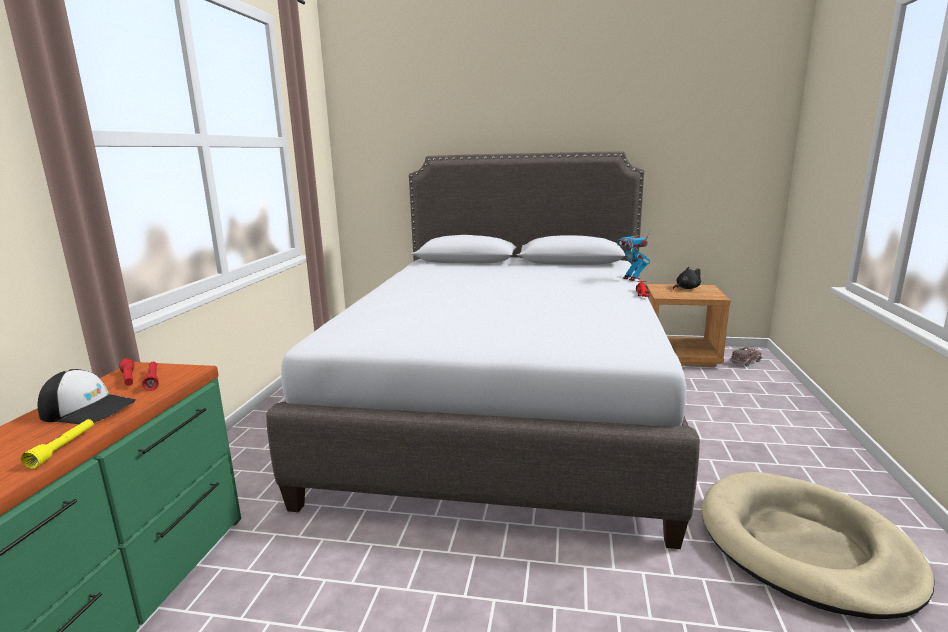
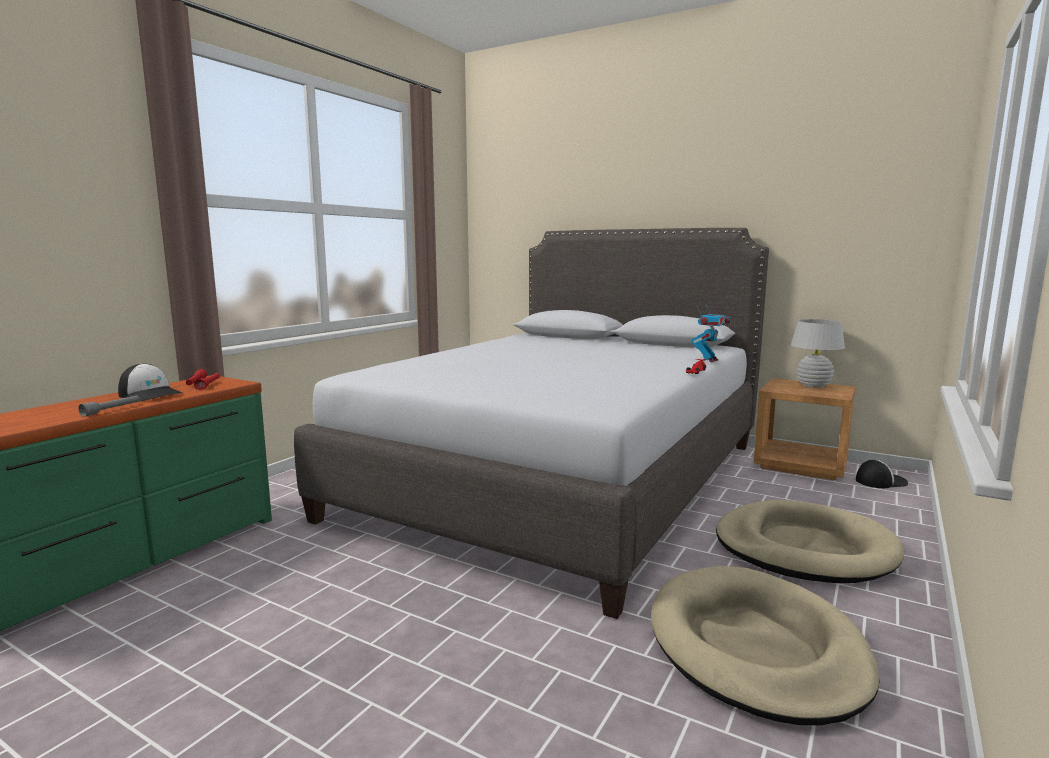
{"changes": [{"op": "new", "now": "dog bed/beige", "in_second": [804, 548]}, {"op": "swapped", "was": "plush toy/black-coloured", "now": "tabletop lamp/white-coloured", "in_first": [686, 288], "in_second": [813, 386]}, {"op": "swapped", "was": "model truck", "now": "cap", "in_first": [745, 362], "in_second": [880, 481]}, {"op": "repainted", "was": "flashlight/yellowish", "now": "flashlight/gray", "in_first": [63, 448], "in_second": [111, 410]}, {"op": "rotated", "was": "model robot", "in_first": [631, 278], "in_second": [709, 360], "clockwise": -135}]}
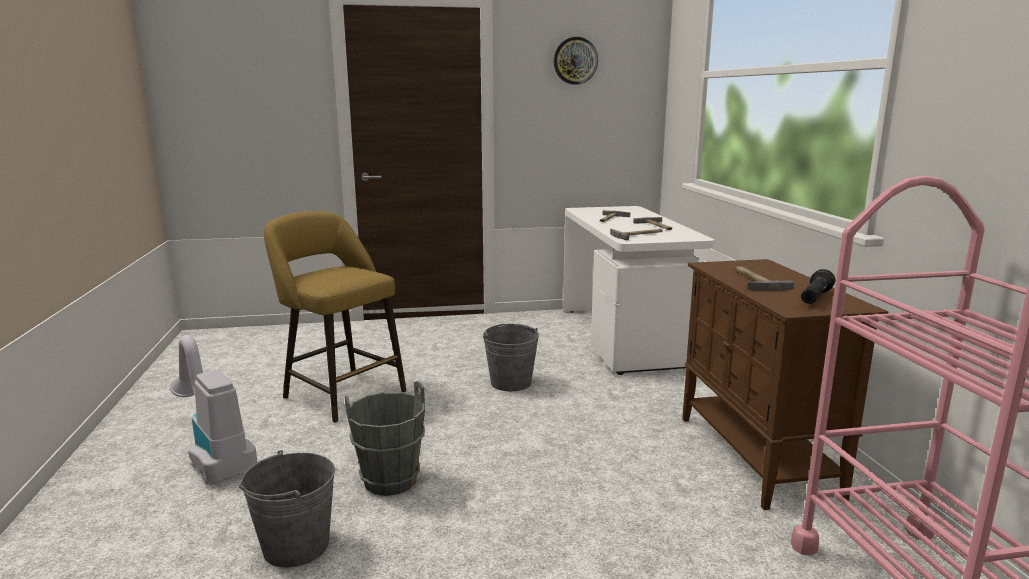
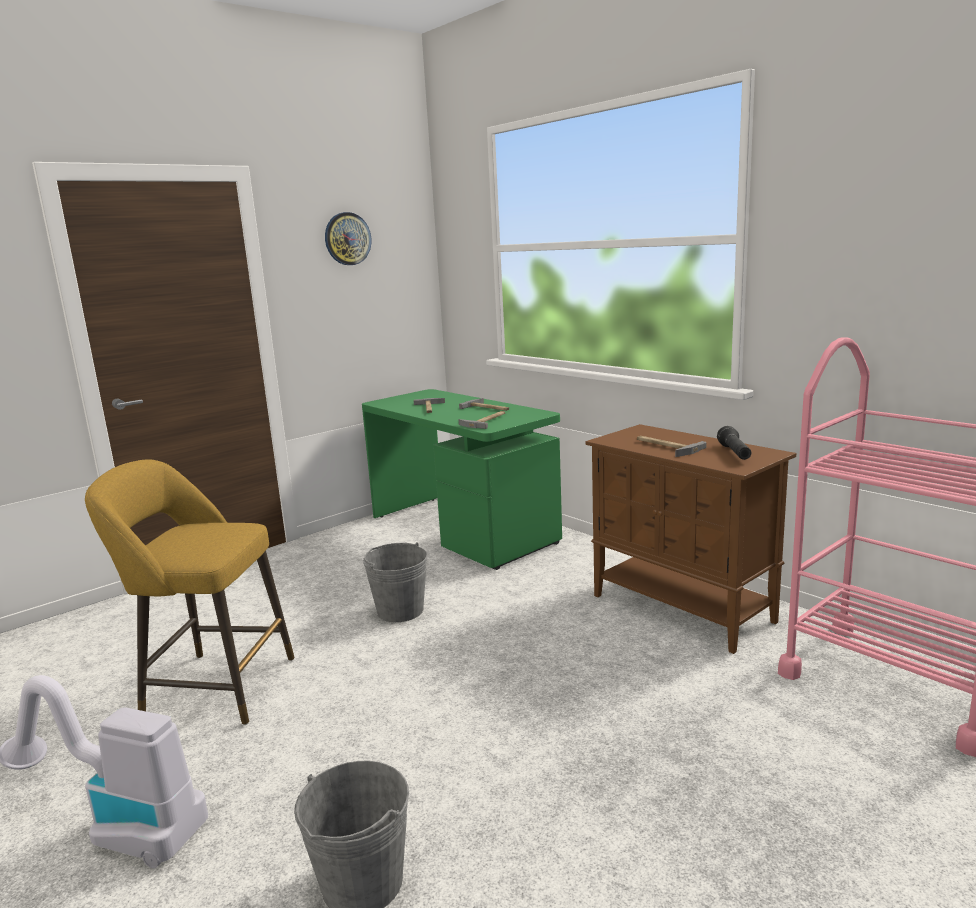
{"changes": [{"op": "gone", "was": "water bucket/gray", "in_first": [390, 481]}, {"op": "repainted", "was": "desk table/white-coloured", "now": "desk table/green", "in_first": [626, 337], "in_second": [463, 530]}]}
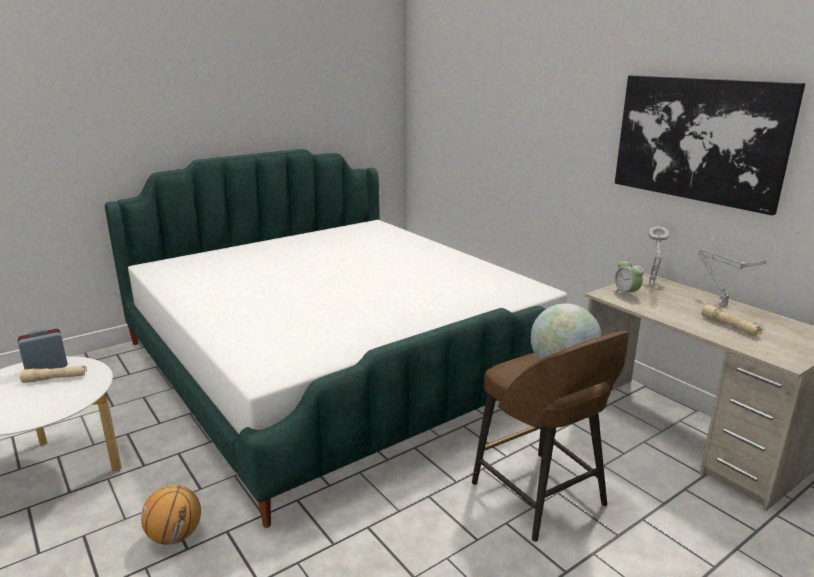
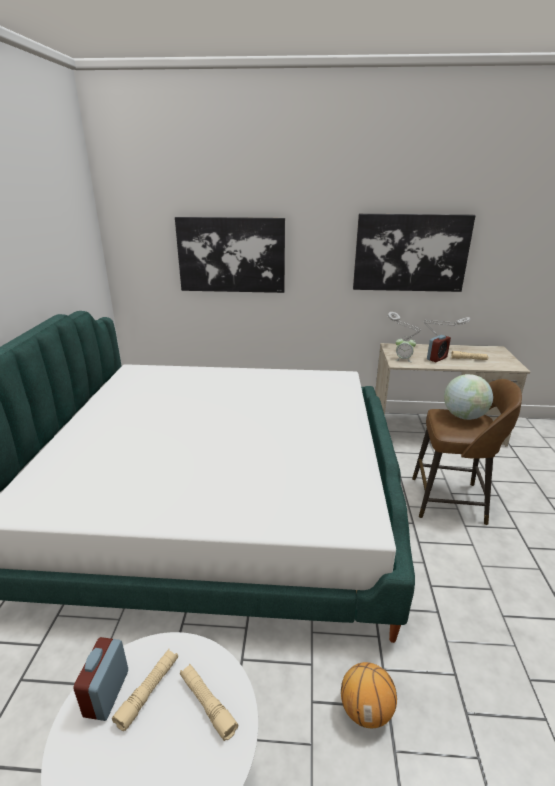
{"changes": [{"op": "new", "now": "picture", "in_second": [231, 255]}, {"op": "new", "now": "flashlight/beige", "in_second": [207, 704]}, {"op": "new", "now": "alarm clock", "in_second": [436, 358]}]}
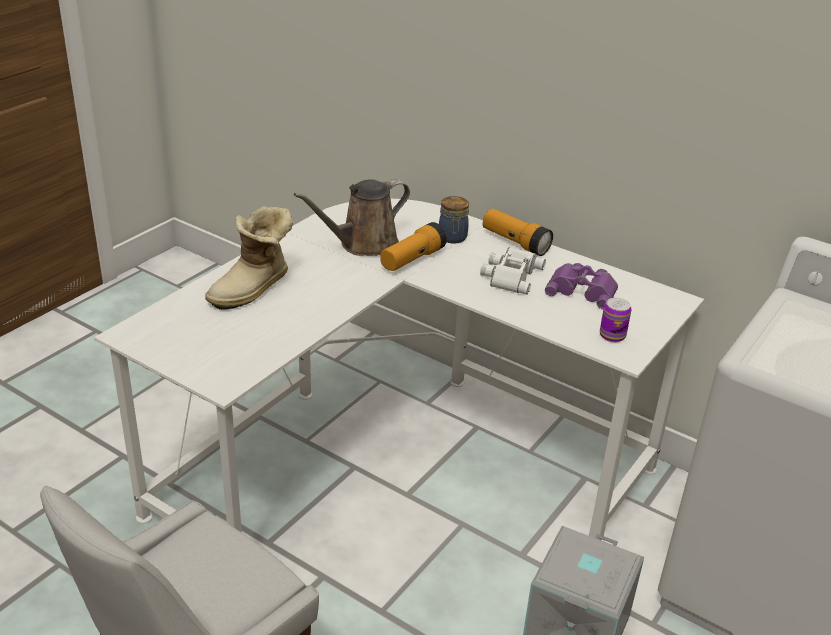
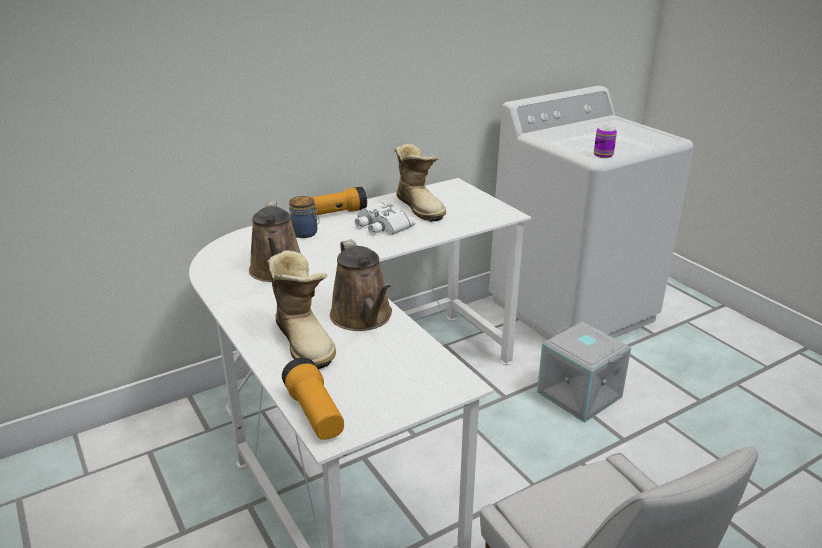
{"changes": [{"op": "new", "now": "sprinkling can/brownish", "in_second": [363, 317]}, {"op": "shifted", "was": "flashlight", "in_first": [412, 260], "in_second": [314, 413]}, {"op": "shifted", "was": "can", "in_first": [612, 335], "in_second": [603, 155]}, {"op": "swapped", "was": "binoculars/purple-coloured", "now": "tall boot", "in_first": [582, 290], "in_second": [421, 207]}]}
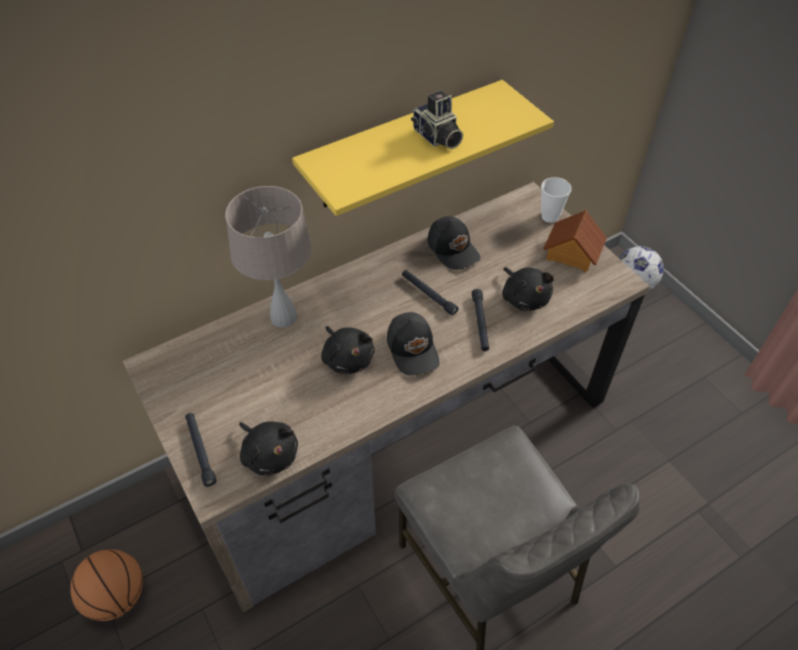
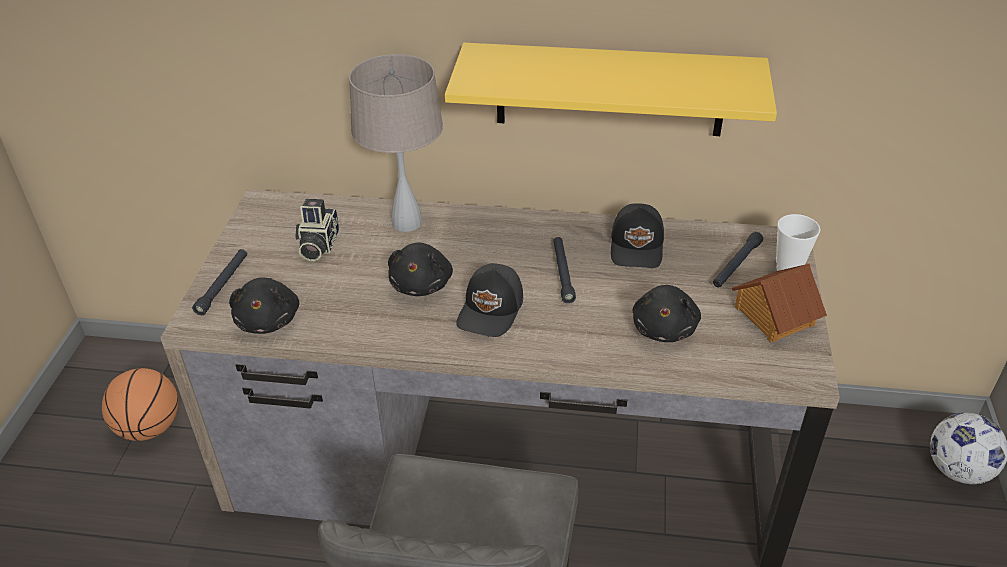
{"changes": [{"op": "shifted", "was": "photo camera", "in_first": [437, 137], "in_second": [317, 245]}, {"op": "shifted", "was": "flashlight/black-coloured", "in_first": [480, 323], "in_second": [736, 265]}]}
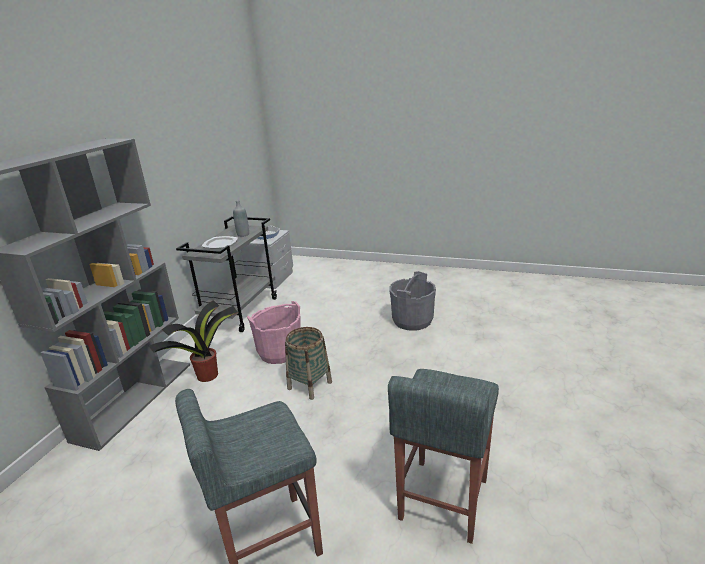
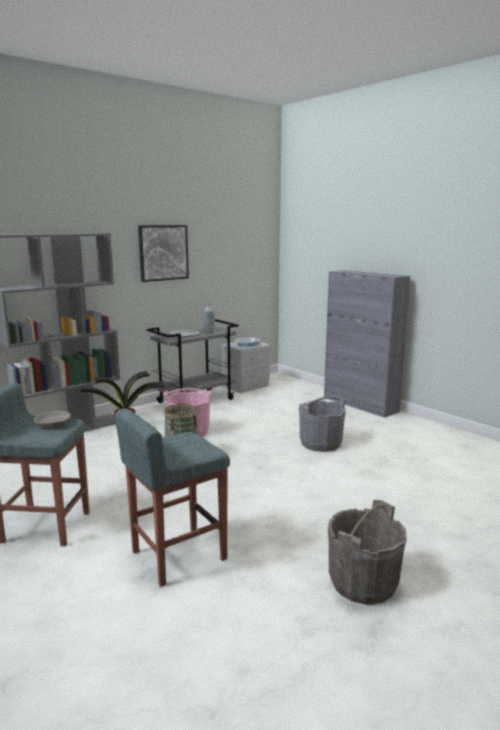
{"changes": [{"op": "new", "now": "serving bowl/gray", "in_second": [53, 424]}, {"op": "new", "now": "picture", "in_second": [163, 252]}, {"op": "new", "now": "cupboard/gray", "in_second": [360, 404]}, {"op": "new", "now": "water bucket/gray", "in_second": [363, 583]}]}
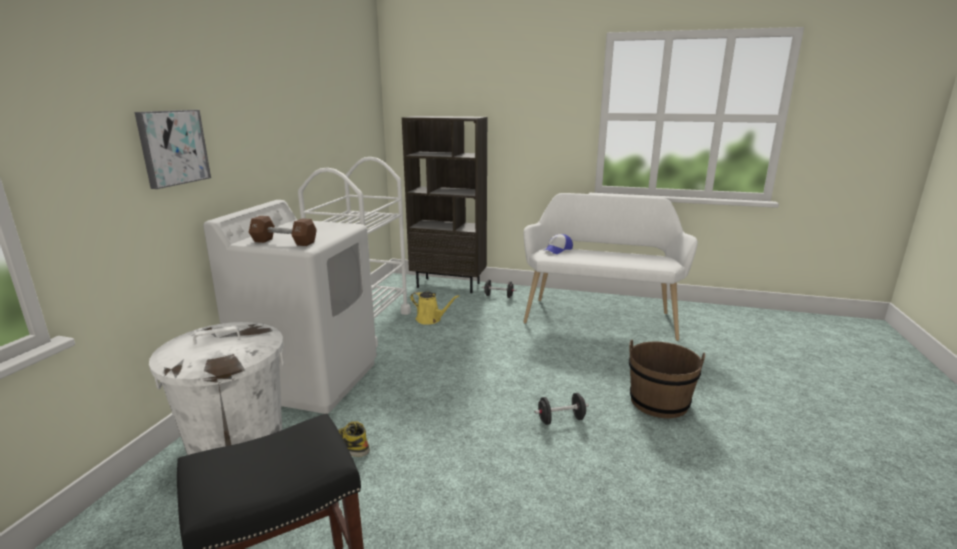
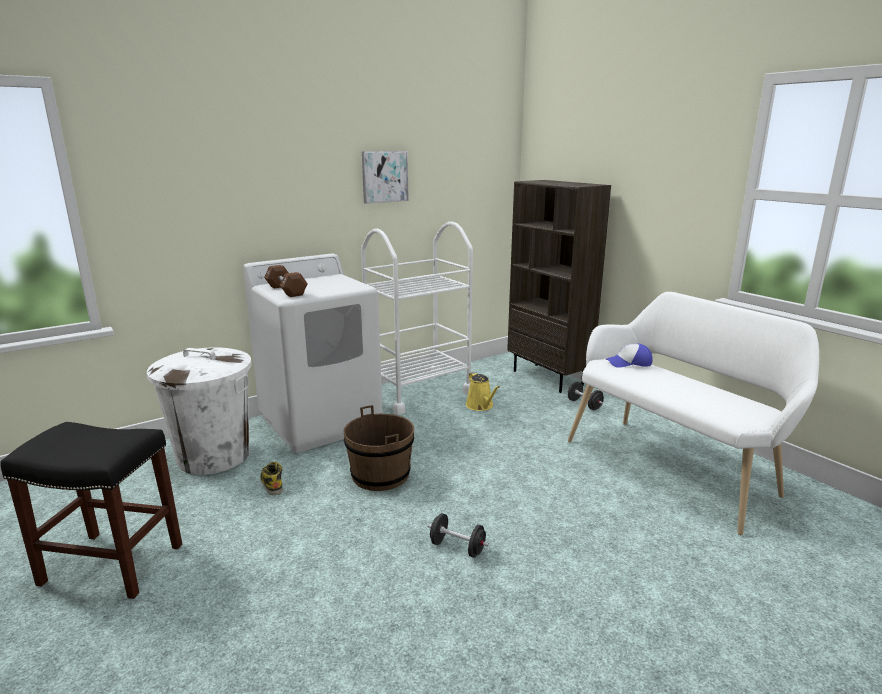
{"changes": [{"op": "shifted", "was": "picture", "in_first": [172, 147], "in_second": [384, 176]}, {"op": "shifted", "was": "water bucket/brownish", "in_first": [659, 402], "in_second": [380, 475]}]}
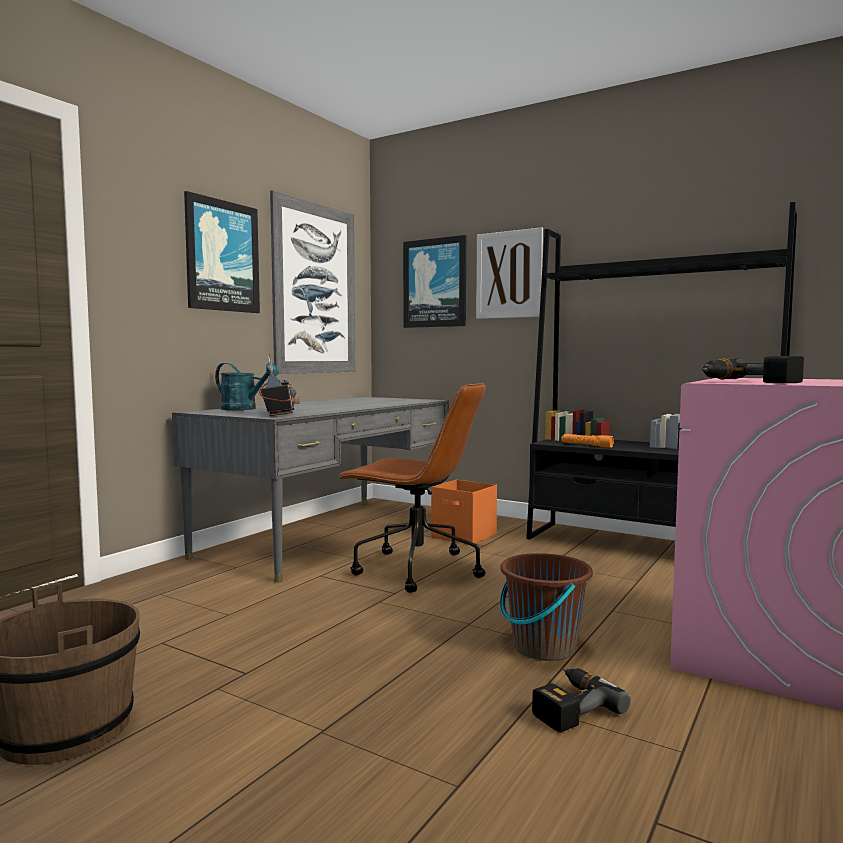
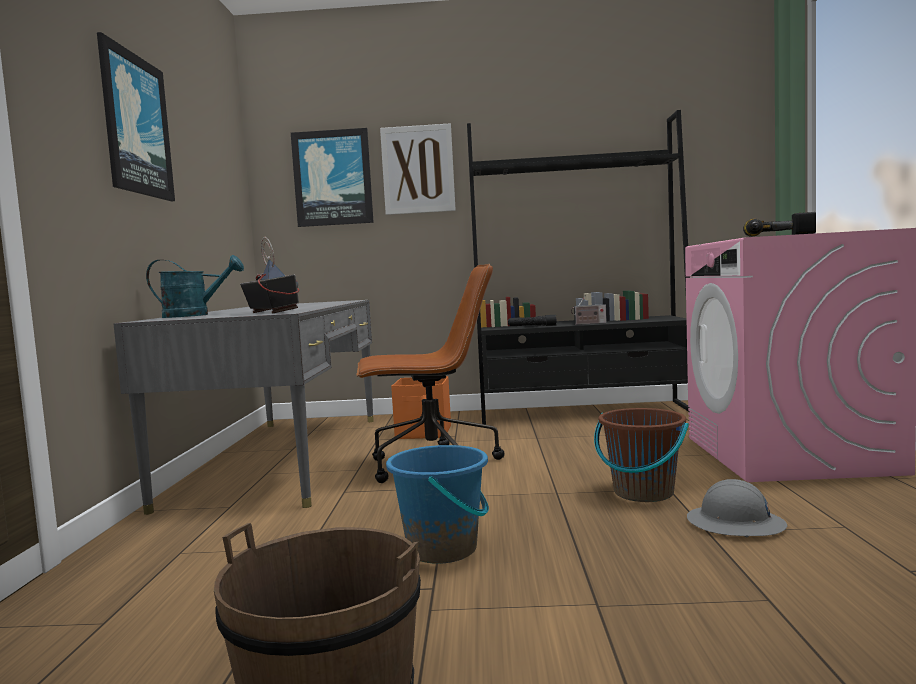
{"changes": [{"op": "gone", "was": "picture", "in_first": [315, 289]}, {"op": "new", "now": "water bucket/blue", "in_second": [443, 549]}, {"op": "new", "now": "radio receiver", "in_second": [588, 324]}, {"op": "swapped", "was": "drill", "now": "safety helmet/gray", "in_first": [570, 707], "in_second": [735, 524]}, {"op": "repainted", "was": "flashlight/orange", "now": "flashlight/black-coloured", "in_first": [586, 445], "in_second": [532, 326]}]}
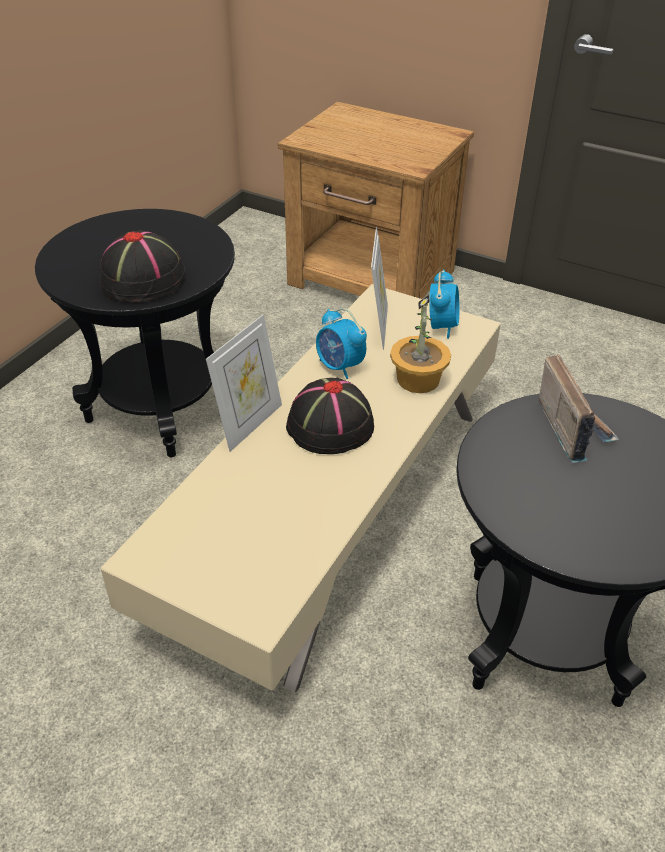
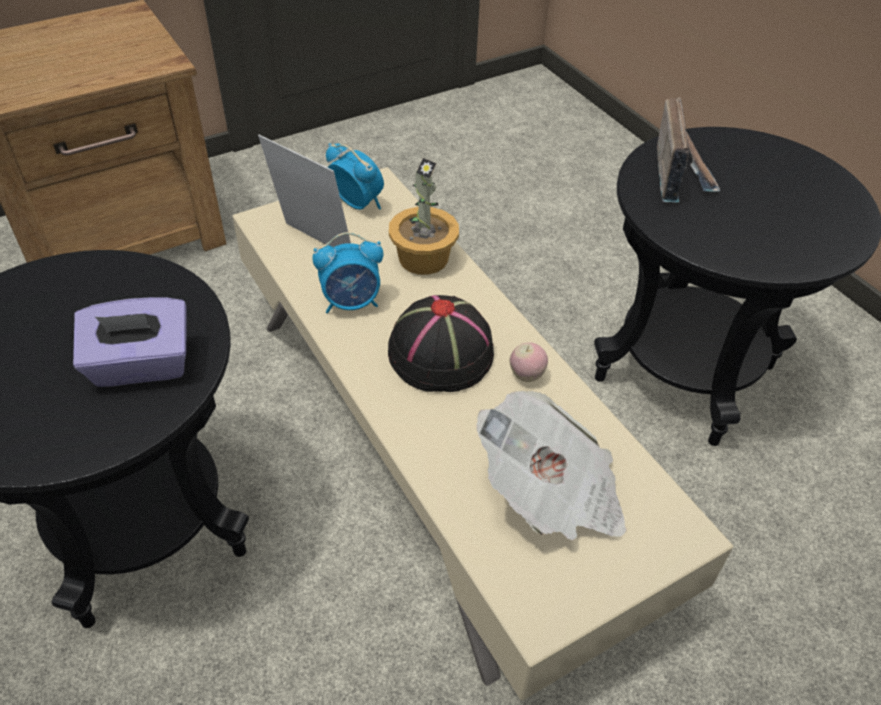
{"changes": [{"op": "gone", "was": "standing frame", "in_first": [249, 424]}, {"op": "new", "now": "newspaper", "in_second": [551, 493]}, {"op": "new", "now": "whole apple", "in_second": [526, 375]}, {"op": "swapped", "was": "wearable hat/black-coloured", "now": "tissue box/purple-coloured", "in_first": [144, 280], "in_second": [141, 366]}, {"op": "rotated", "was": "radio receiver", "in_first": [572, 427], "in_second": [679, 175], "clockwise": 75}]}
